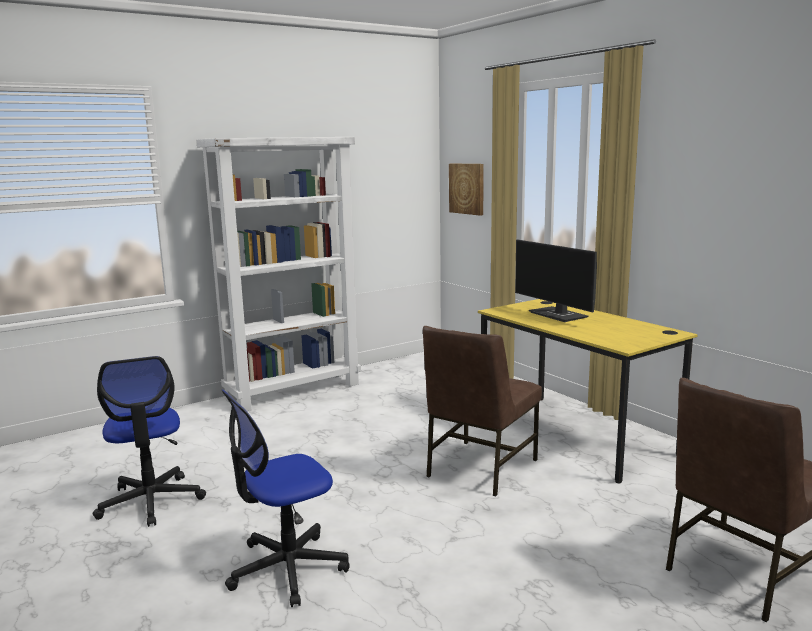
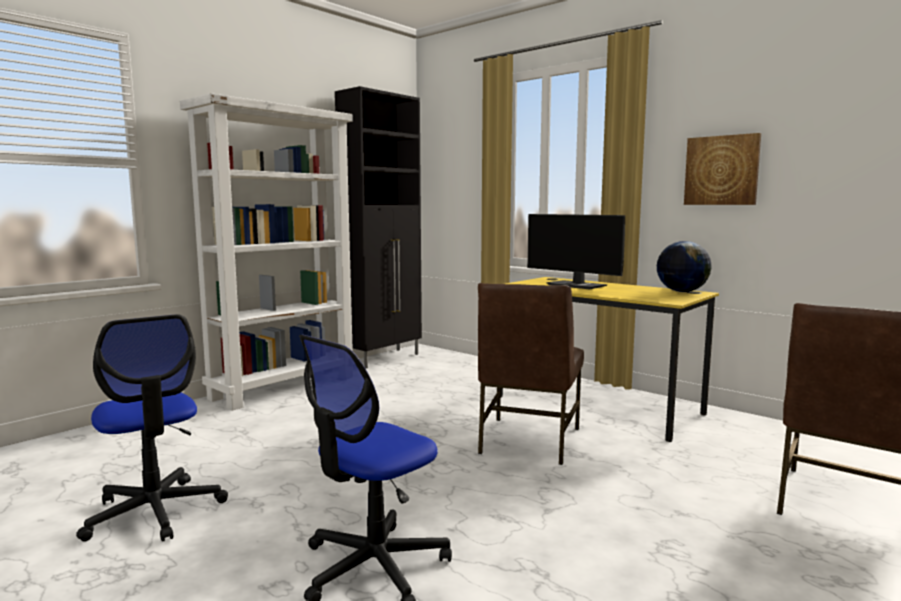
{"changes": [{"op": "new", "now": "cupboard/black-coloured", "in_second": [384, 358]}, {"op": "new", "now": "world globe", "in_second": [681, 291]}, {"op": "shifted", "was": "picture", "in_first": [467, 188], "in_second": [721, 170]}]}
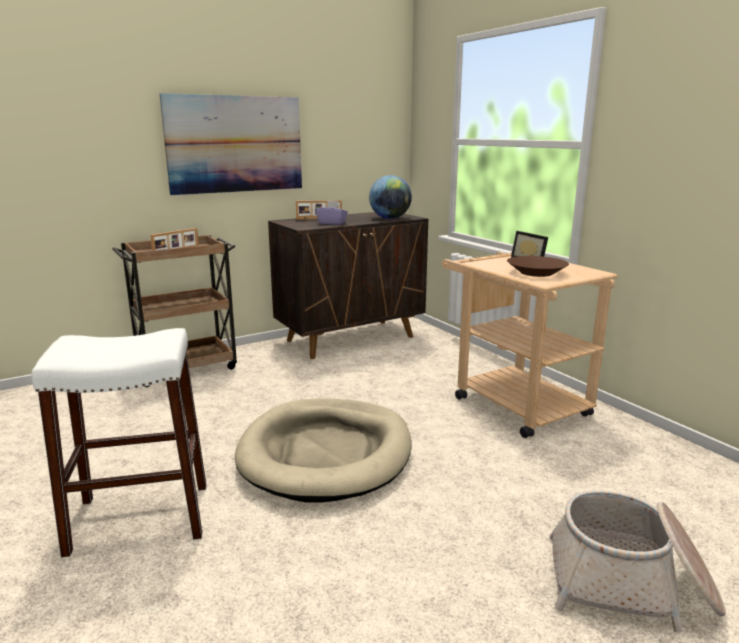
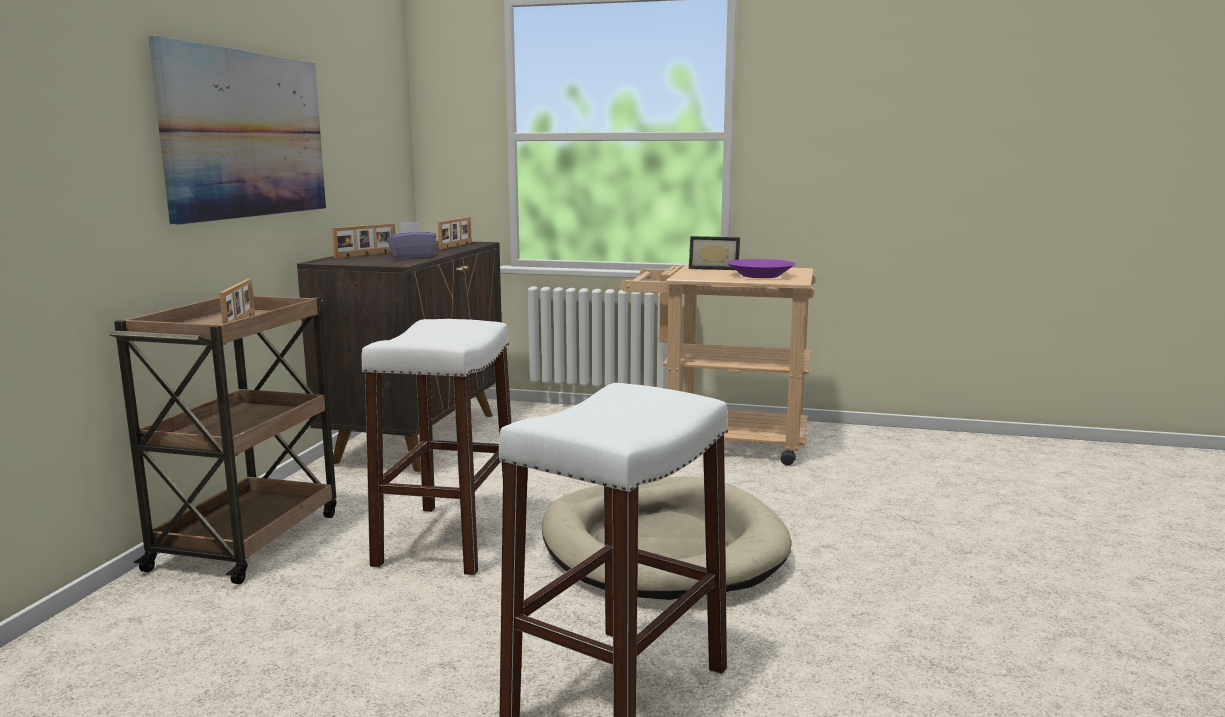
{"changes": [{"op": "gone", "was": "basket", "in_first": [630, 584]}, {"op": "new", "now": "stool seat/white-coloured", "in_second": [448, 539]}, {"op": "swapped", "was": "world globe", "now": "standing frame", "in_first": [390, 218], "in_second": [456, 246]}, {"op": "repainted", "was": "serving bowl/brownish", "now": "serving bowl/purple-coloured", "in_first": [536, 273], "in_second": [760, 275]}]}
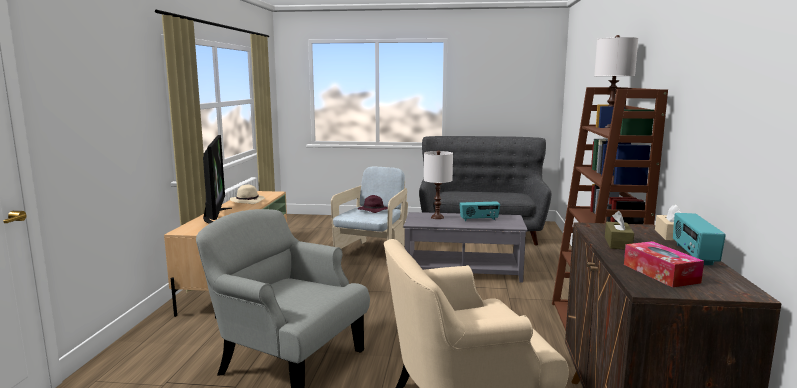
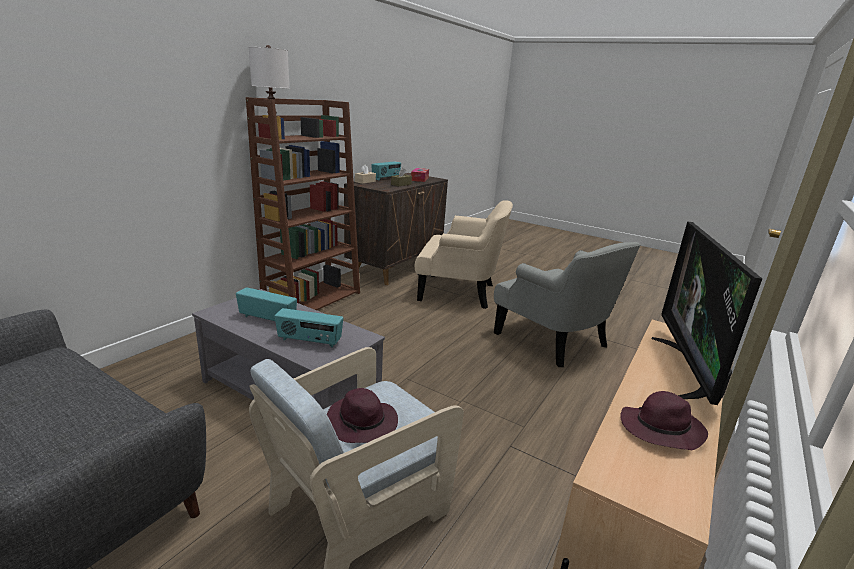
{"changes": [{"op": "swapped", "was": "tabletop lamp/white-coloured", "now": "radio receiver", "in_first": [437, 217], "in_second": [309, 341]}, {"op": "repainted", "was": "wearable hat/beige", "now": "wearable hat/purple-coloured", "in_first": [248, 201], "in_second": [660, 430]}]}
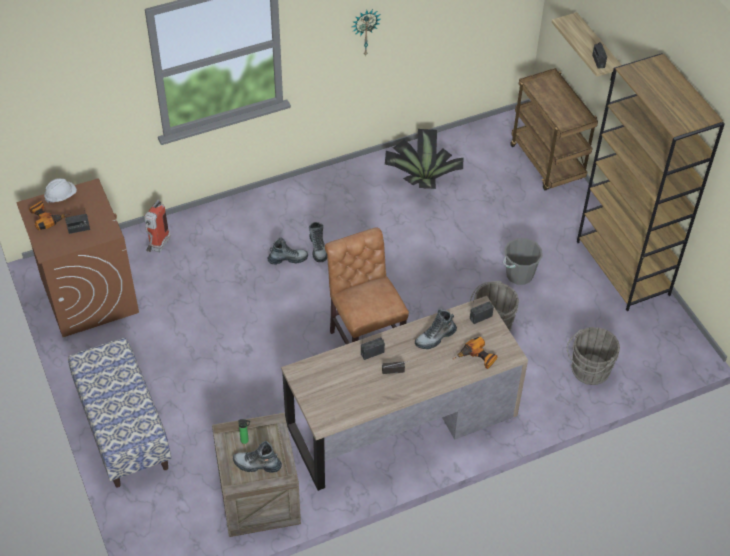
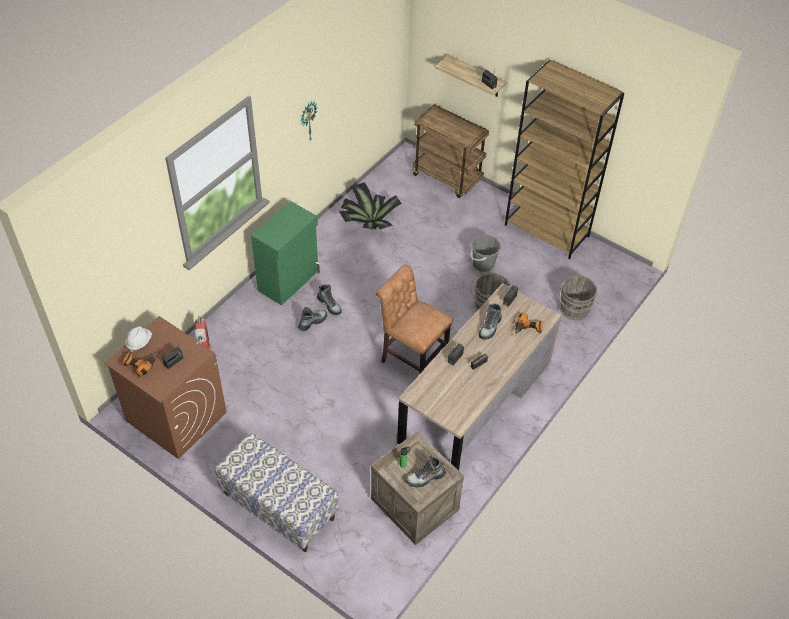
{"changes": [{"op": "new", "now": "cupboard/green", "in_second": [289, 281]}]}
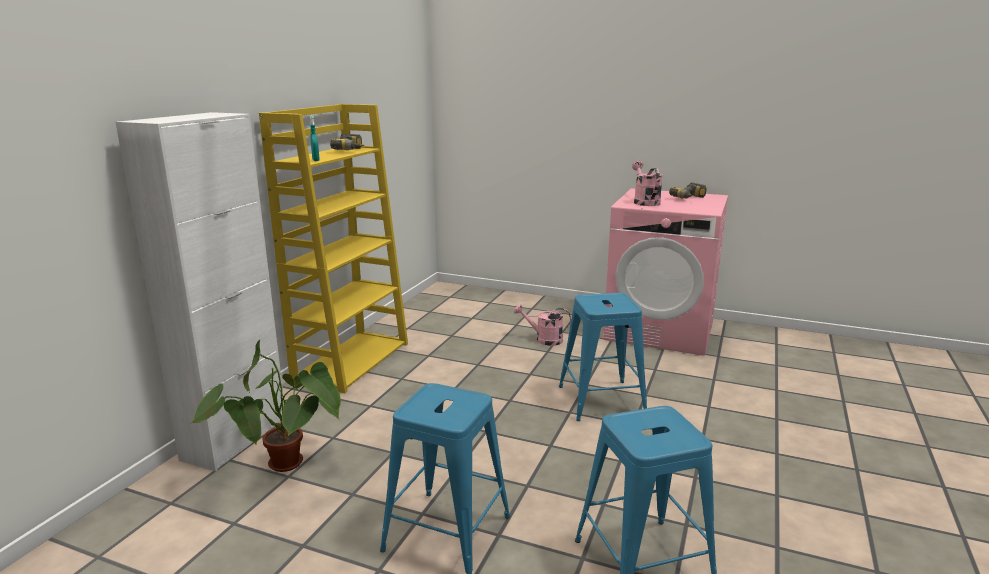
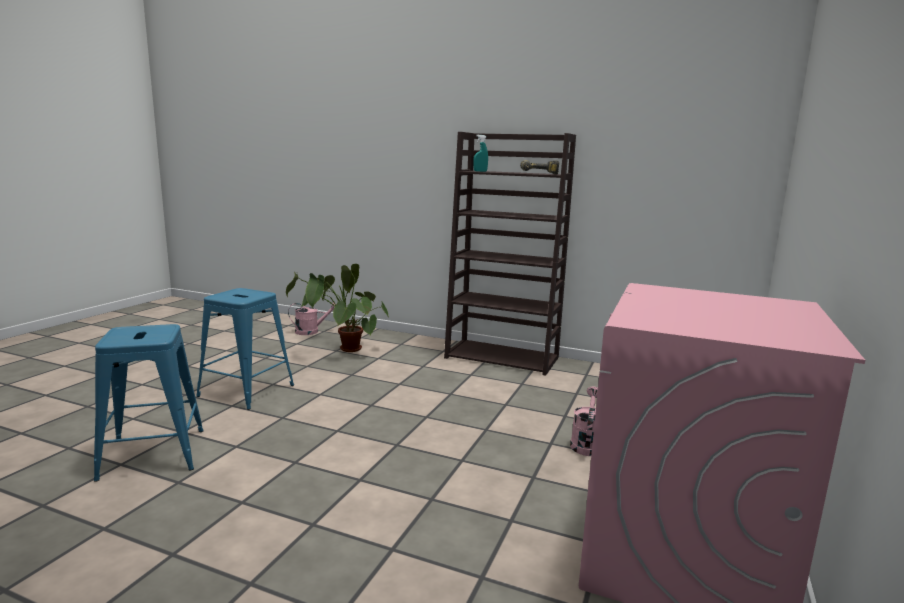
{"changes": [{"op": "gone", "was": "cupboard/white-coloured", "in_first": [235, 438]}, {"op": "gone", "was": "stool seat/blue", "in_first": [600, 400]}, {"op": "gone", "was": "drill", "in_first": [690, 199]}, {"op": "shifted", "was": "sprinkling can/pink", "in_first": [644, 202], "in_second": [311, 331]}, {"op": "repainted", "was": "bookcase/yellowish", "now": "bookcase/brownish", "in_first": [352, 361], "in_second": [503, 357]}]}
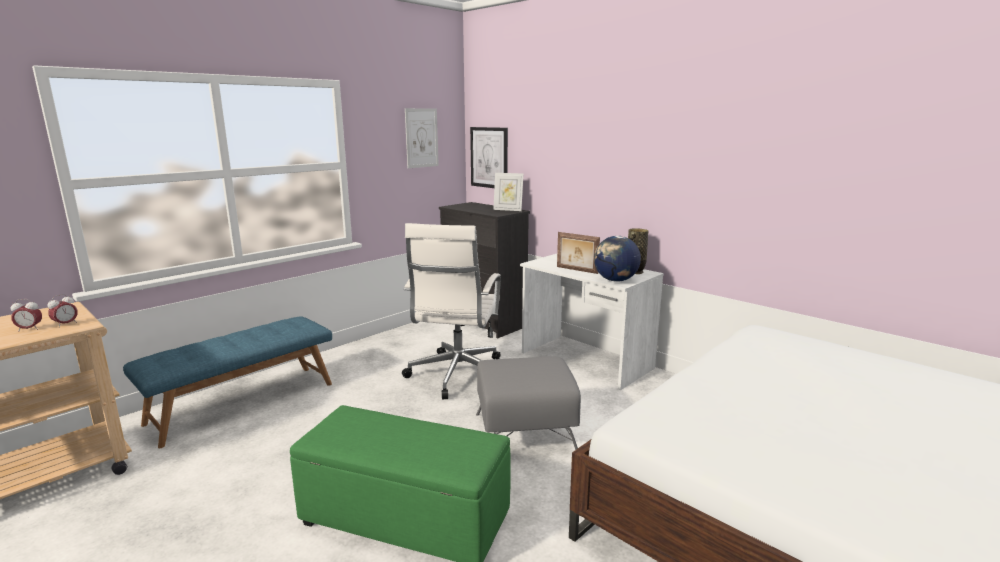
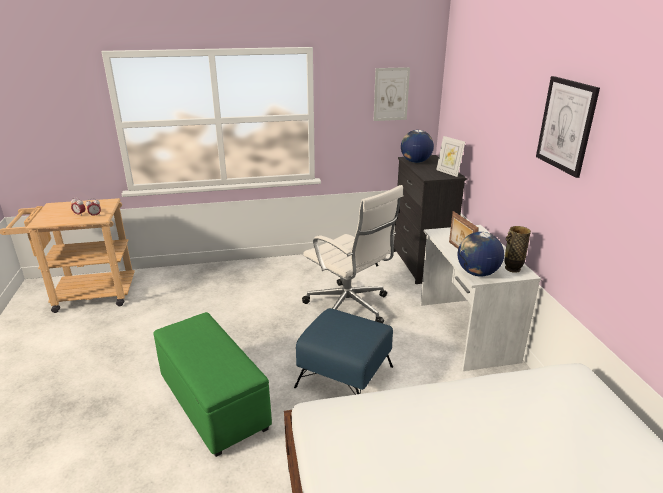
{"changes": [{"op": "gone", "was": "bench/blue", "in_first": [243, 402]}, {"op": "new", "now": "world globe", "in_second": [415, 162]}, {"op": "shifted", "was": "picture", "in_first": [489, 157], "in_second": [566, 125]}, {"op": "repainted", "was": "pouffe/gray", "now": "pouffe/blue", "in_first": [526, 434], "in_second": [345, 377]}, {"op": "rotated", "was": "desk chair/white-coloured", "in_first": [457, 376], "in_second": [349, 308], "clockwise": -90}]}
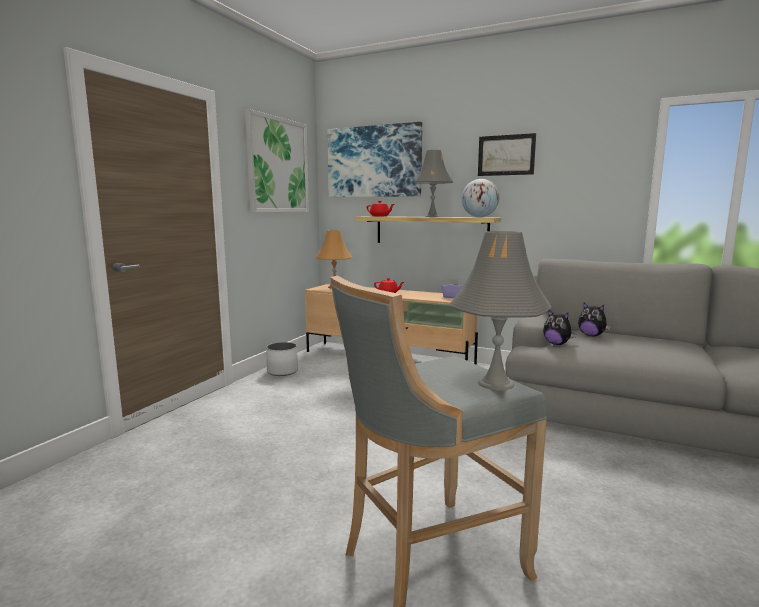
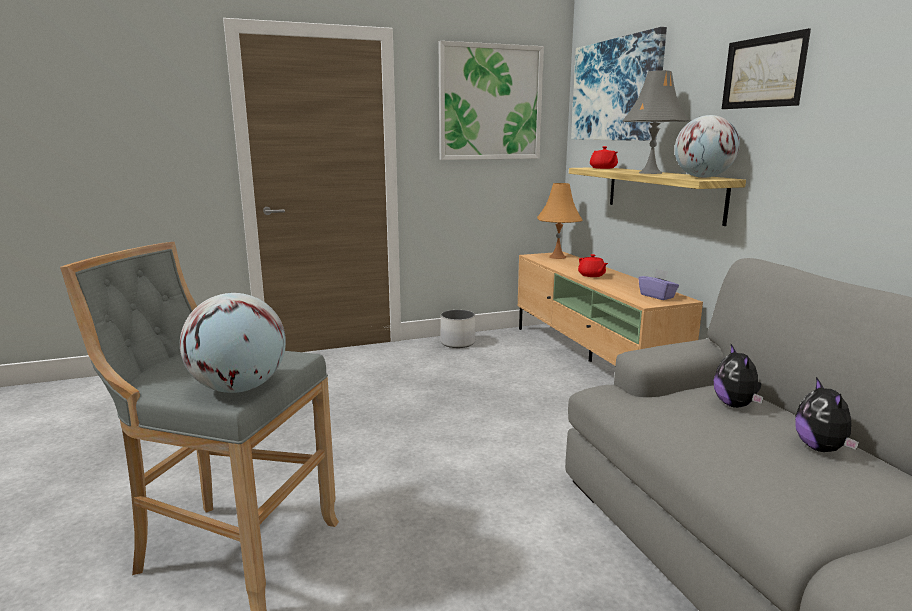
{"changes": [{"op": "shifted", "was": "plush toy", "in_first": [557, 344], "in_second": [821, 448]}, {"op": "swapped", "was": "tabletop lamp/gray", "now": "world globe", "in_first": [495, 383], "in_second": [239, 388]}]}
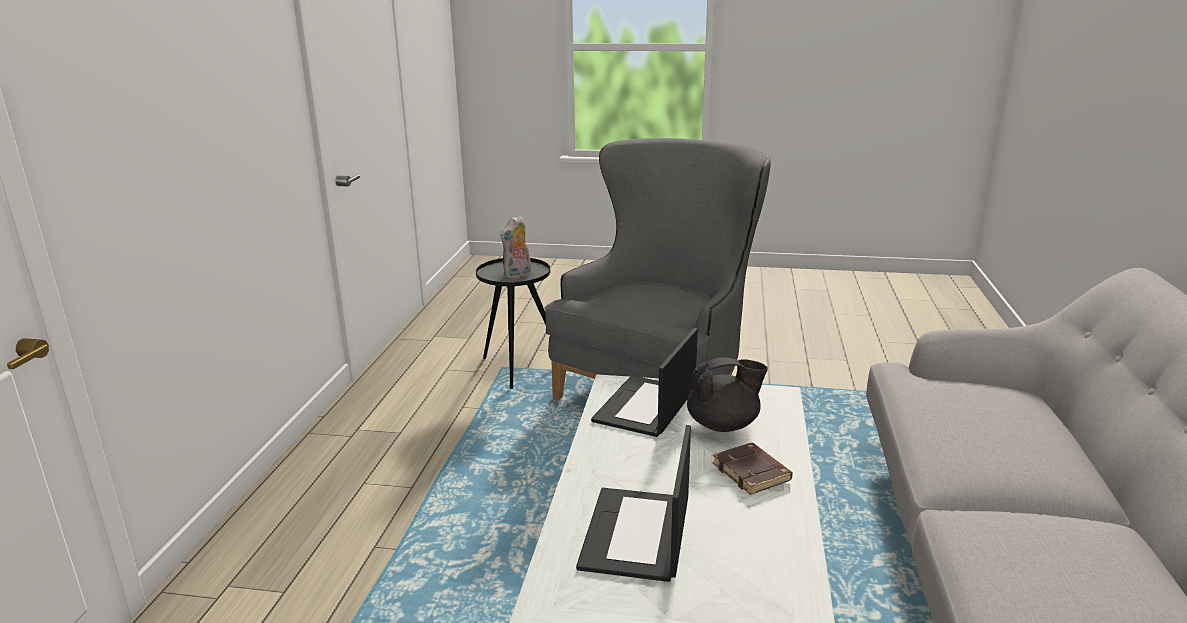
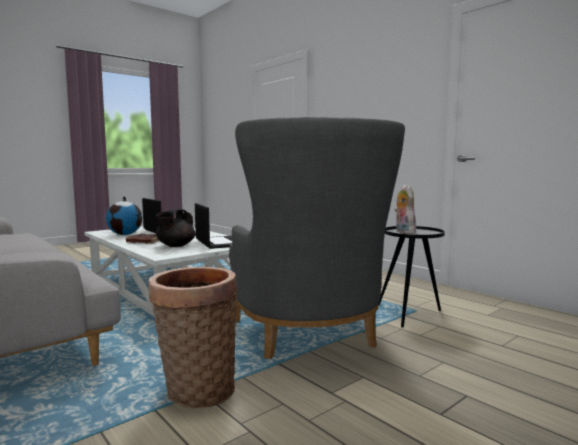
{"changes": [{"op": "new", "now": "world globe", "in_second": [125, 234]}, {"op": "new", "now": "basket", "in_second": [196, 390]}]}
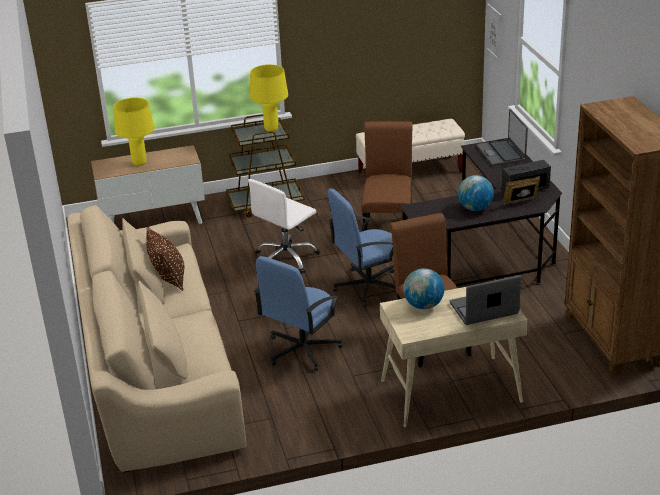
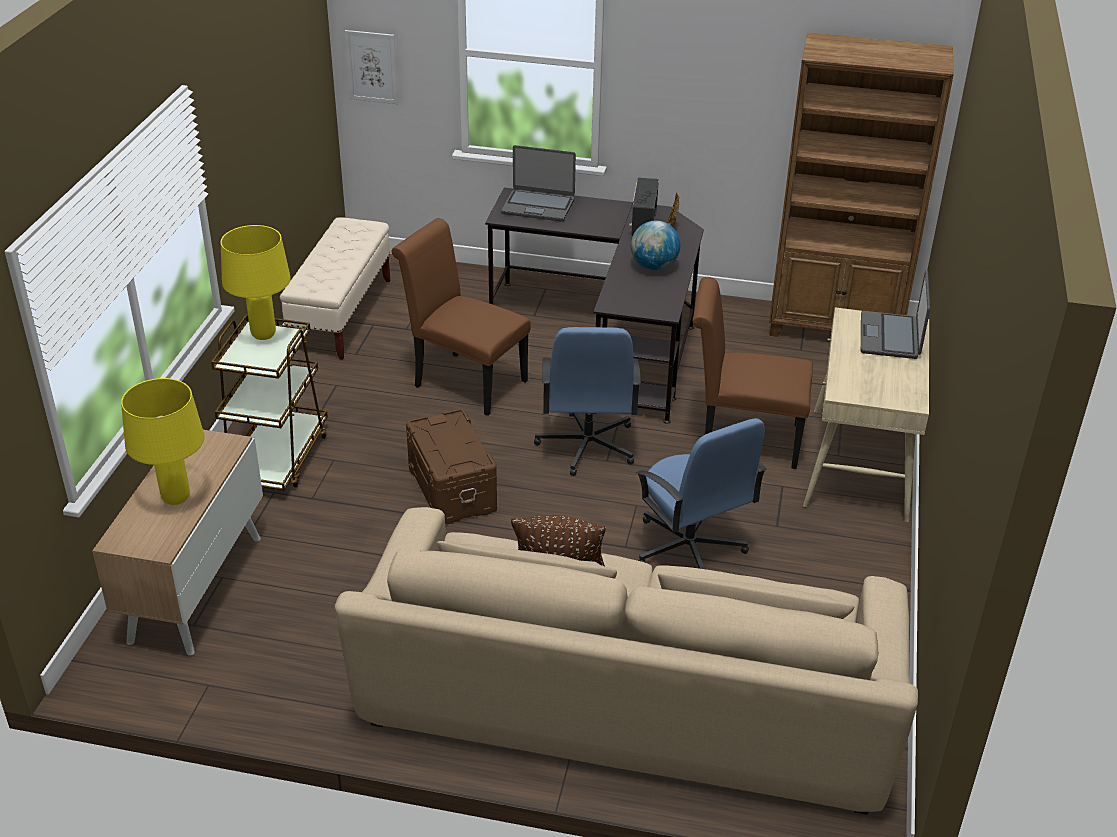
{"changes": [{"op": "gone", "was": "world globe", "in_first": [423, 305]}, {"op": "swapped", "was": "desk chair/white-coloured", "now": "storage bin/brownish", "in_first": [286, 259], "in_second": [451, 489]}]}
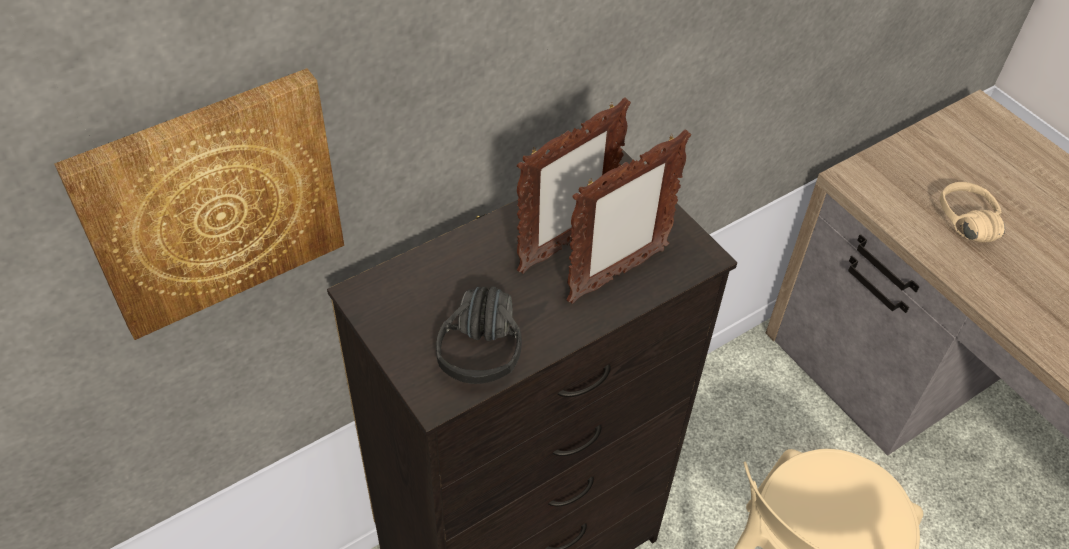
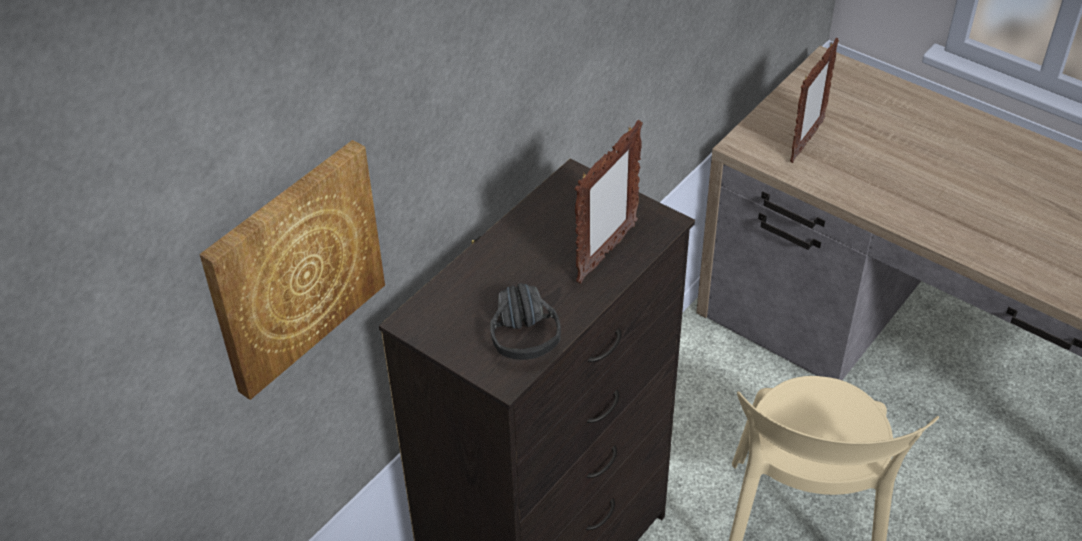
{"changes": [{"op": "gone", "was": "headphones/beige", "in_first": [957, 224]}, {"op": "shifted", "was": "standing frame", "in_first": [565, 245], "in_second": [806, 142]}]}
